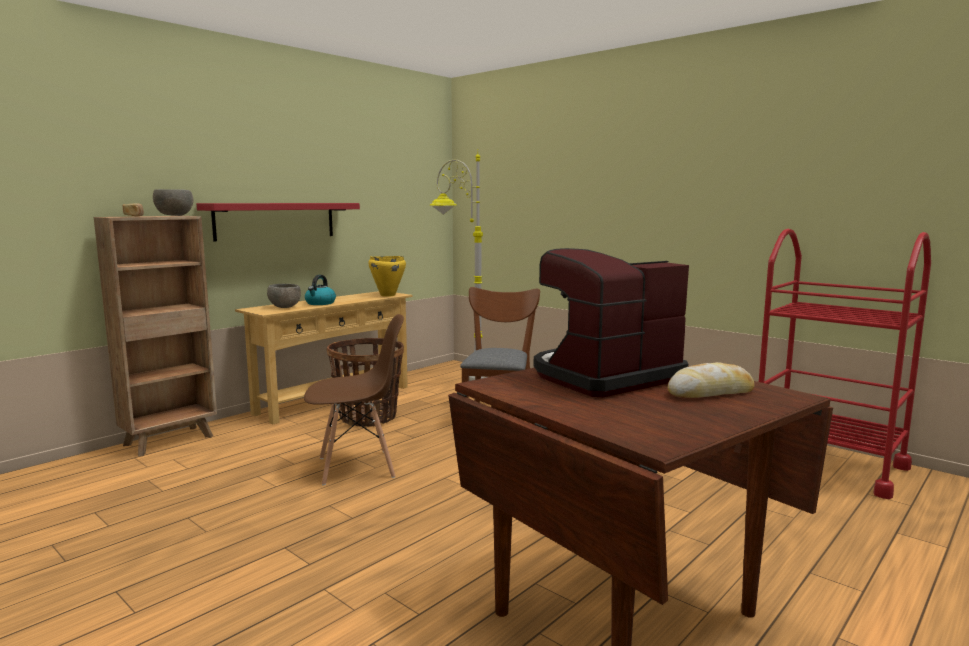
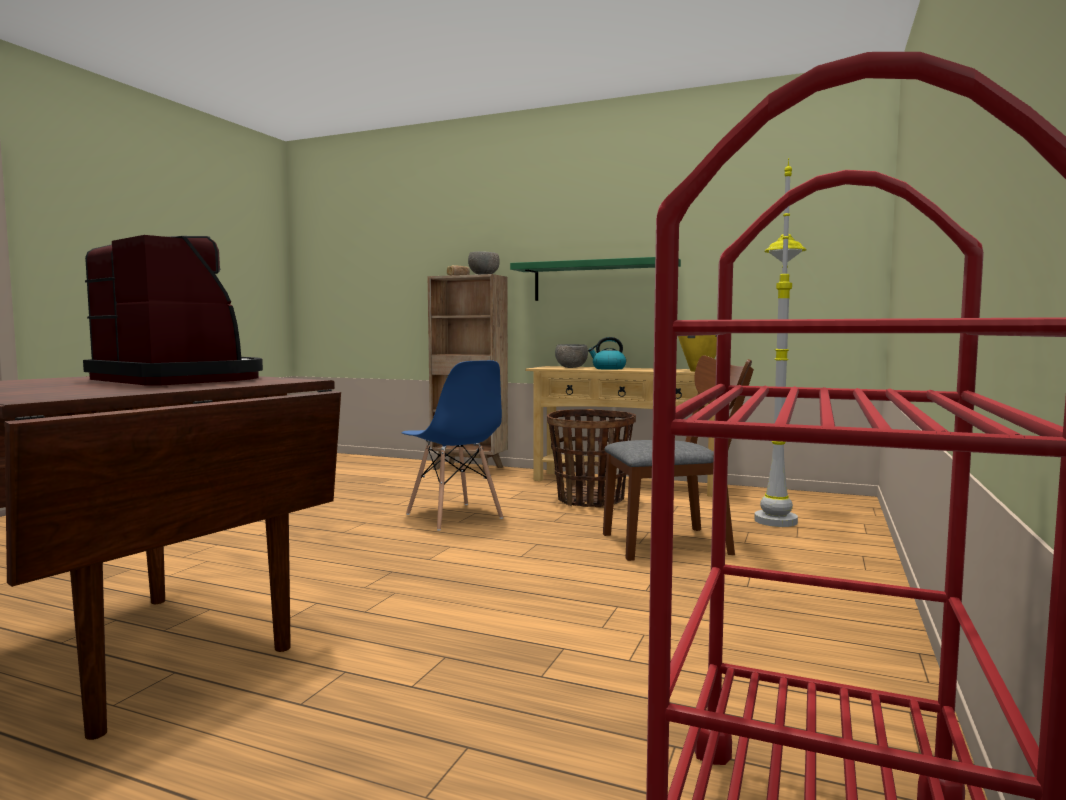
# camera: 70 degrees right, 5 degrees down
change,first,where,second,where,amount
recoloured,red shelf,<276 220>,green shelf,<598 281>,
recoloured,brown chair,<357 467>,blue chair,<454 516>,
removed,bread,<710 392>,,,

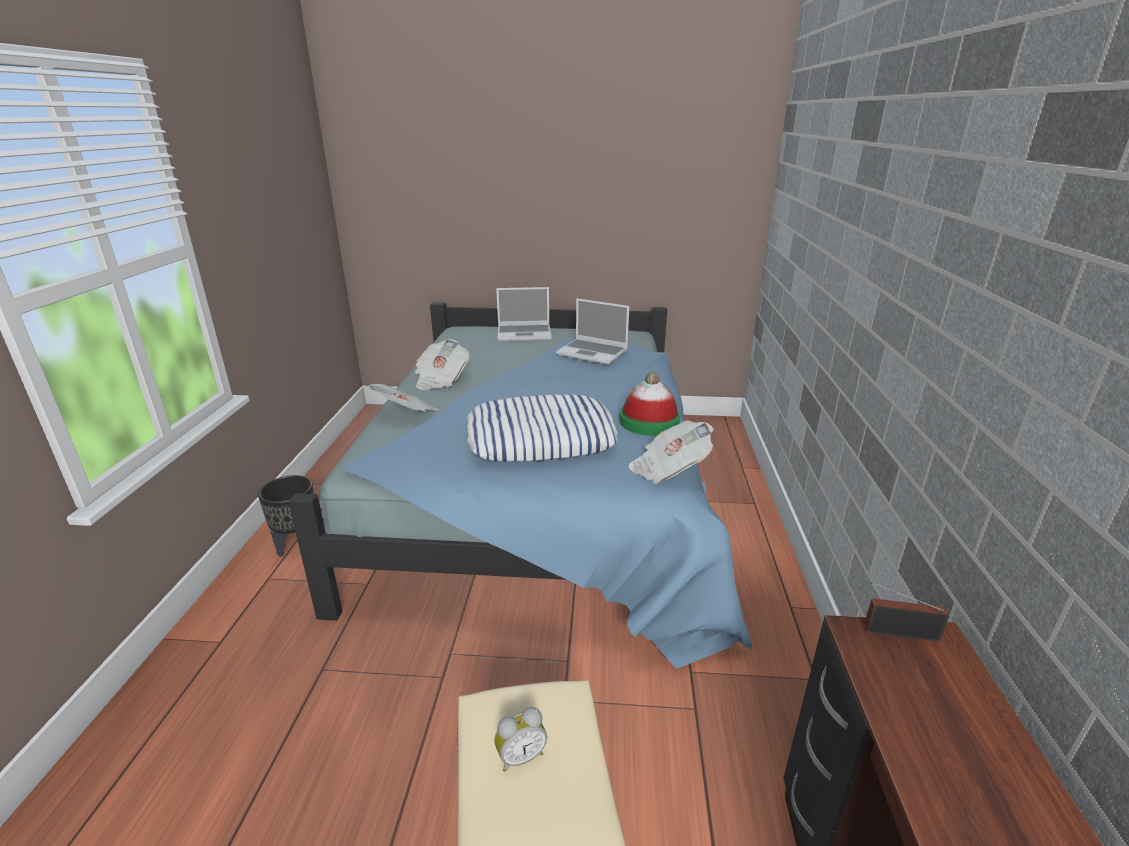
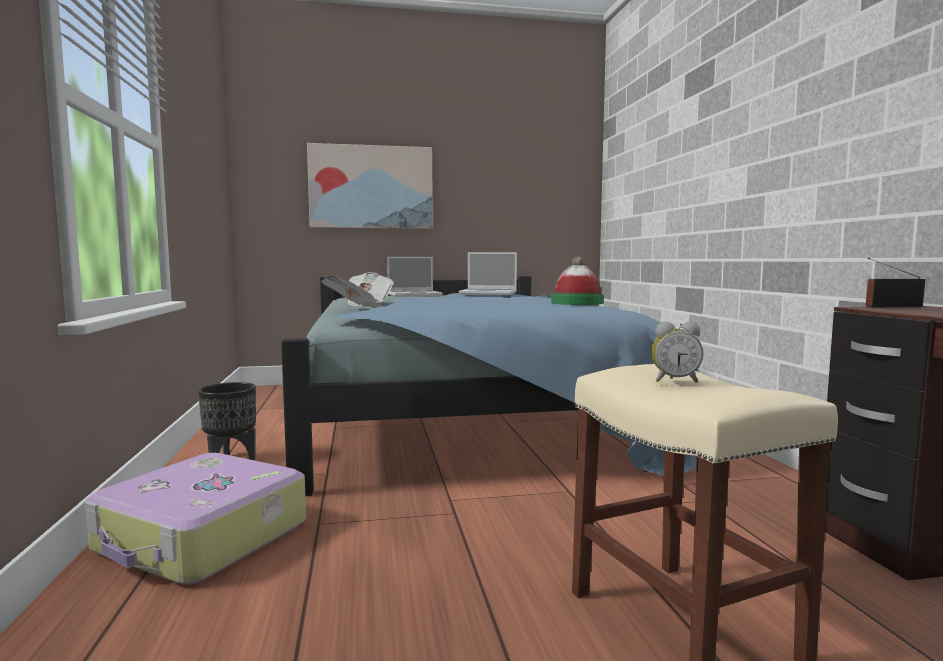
# camera: 15 degrees left, 20 degrees down
change,first,where,second,where,amount
removed,pillow,<541 438>,,,
removed,newspaper,<668 469>,,,
turned,alarm clock,<520 756>,,<674 381>,45 degrees clockwise
added,,,picture,<371 187>,
added,,,suitcase,<202 538>,

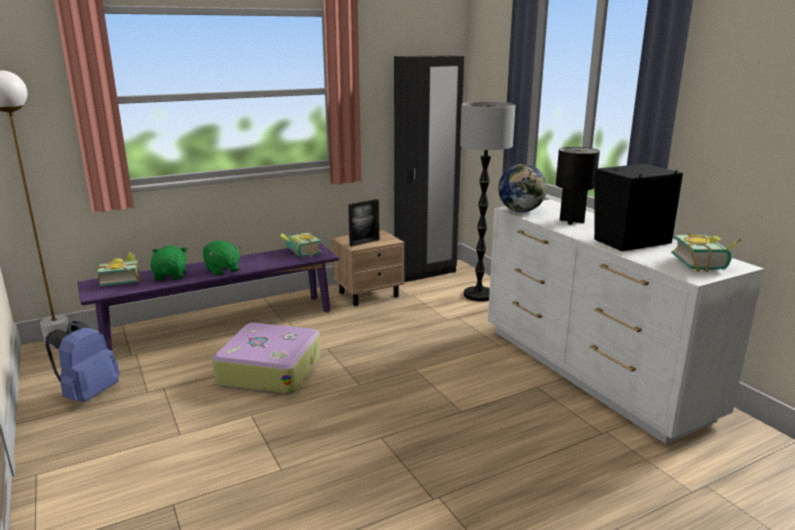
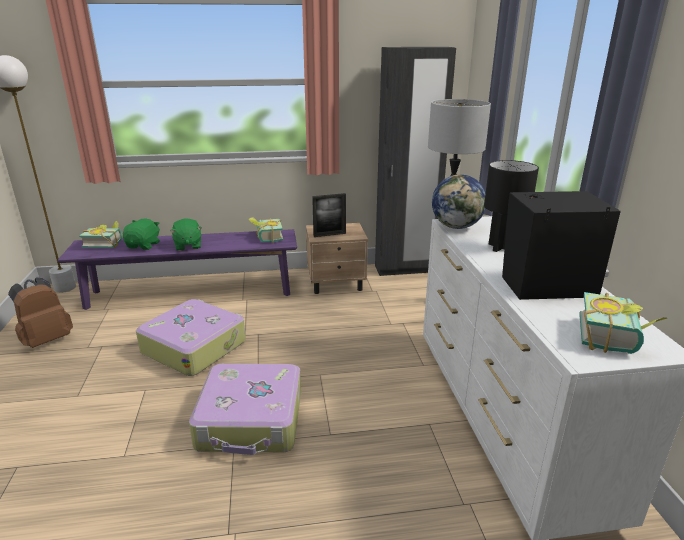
# camera: 20 degrees right, 5 degrees up
change,first,where,second,where,amount
recoloured,blue backpack,<88 394>,brown backpack,<46 340>,
added,,,suitcase,<251 420>,

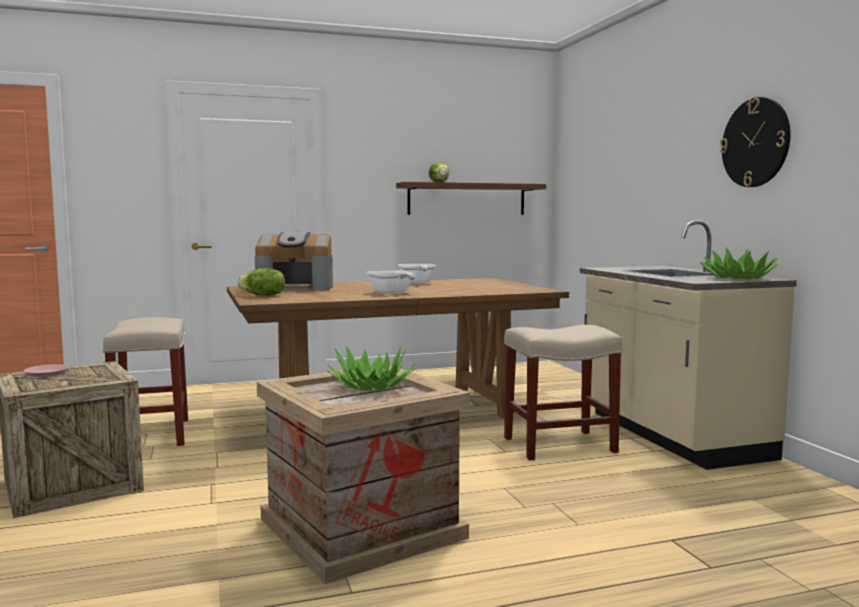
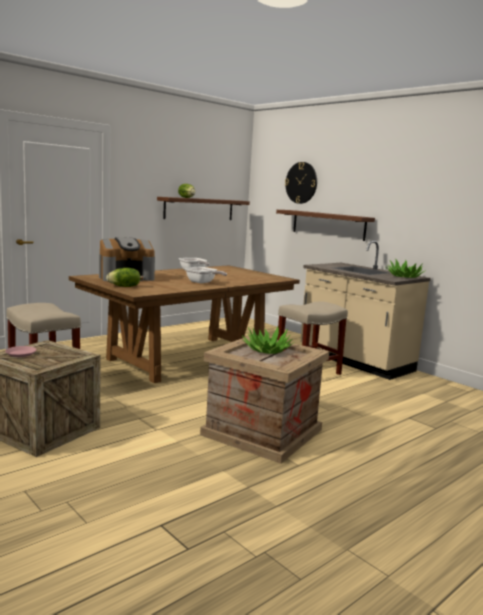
# camera: 25 degrees left, 5 degrees up
change,first,where,second,where,amount
moved,wall clock,<755 142>,,<301 182>,
added,,,brown shelf,<328 224>,

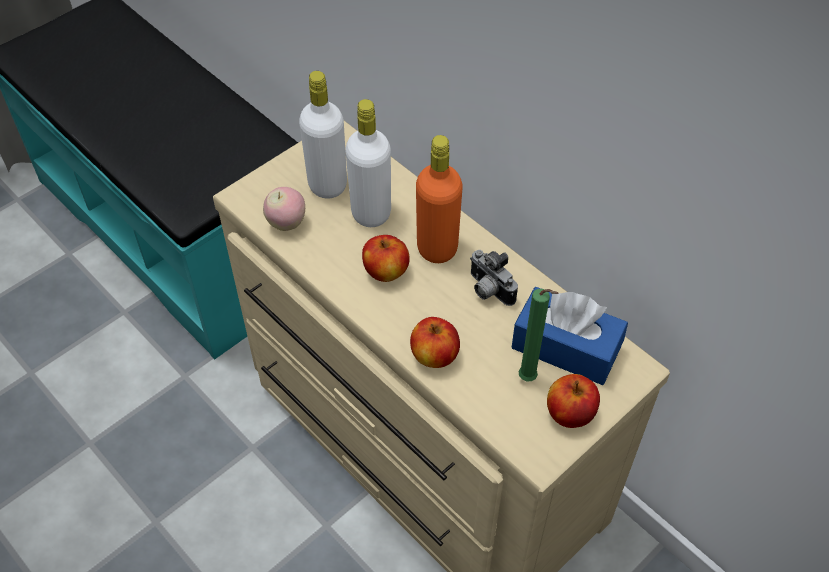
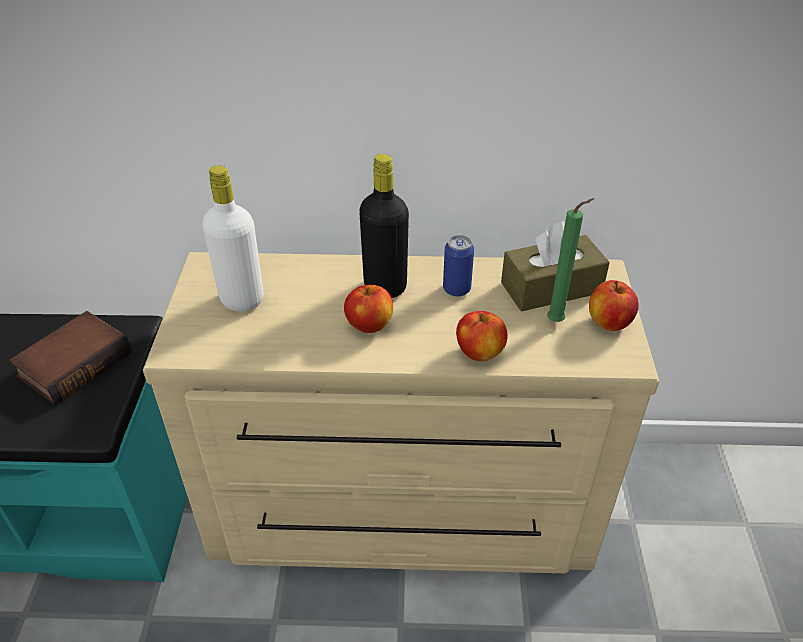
# camera: 45 degrees left, 10 degrees down
change,first,where,second,where,amount
removed,white bottle,<371 213>,,,
recoloured,orange bottle,<437 248>,black bottle,<385 287>,
removed,apple,<286 223>,,,
replaced,photo camera,<488 291>,can,<456 289>,
recoloured,blue tissue box,<566 347>,brown tissue box,<551 287>,
added,,,book,<75 362>,

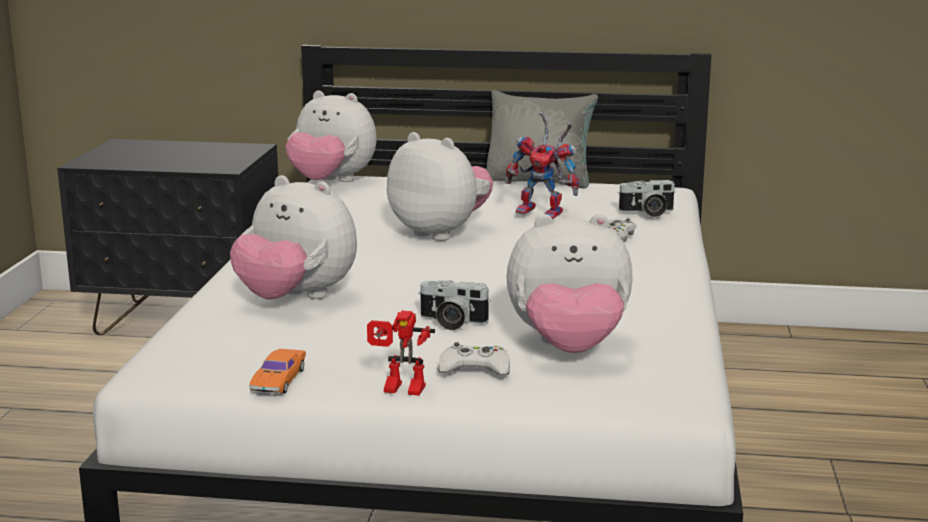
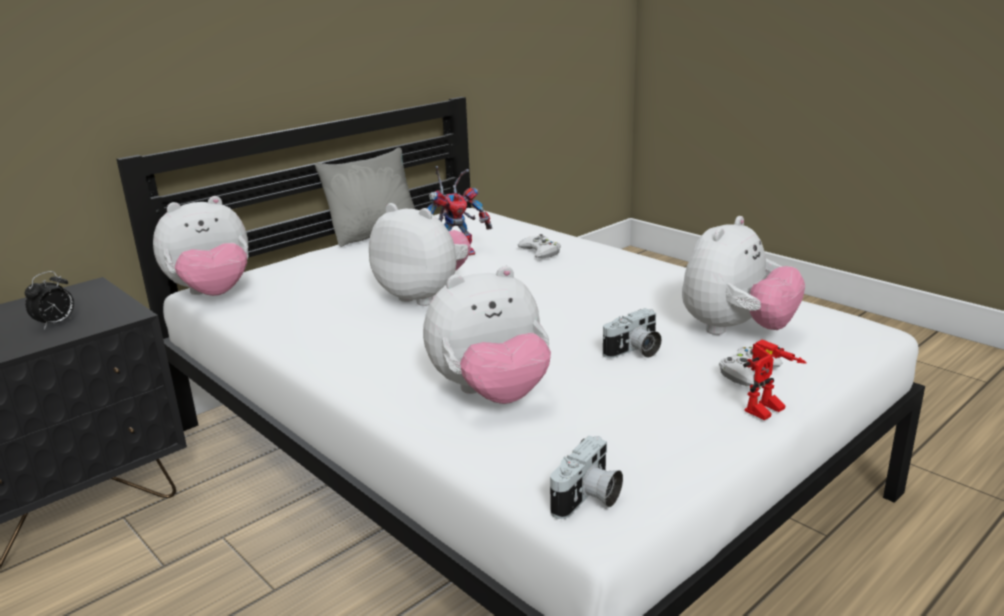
# camera: 50 degrees left, 5 degrees up
change,first,where,second,where,amount
turned,plush toy,<440 233>,,<424 296>,45 degrees clockwise
moved,photo camera,<647 212>,,<588 499>,
removed,orange toy car,<279 379>,,,
added,,,alarm clock,<56 324>,

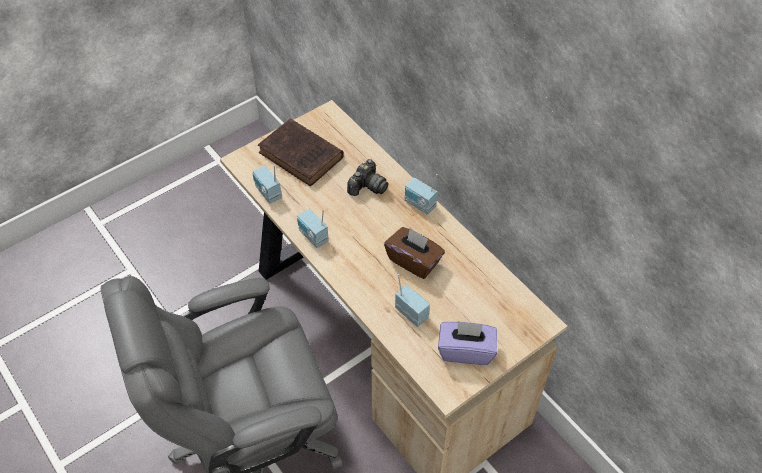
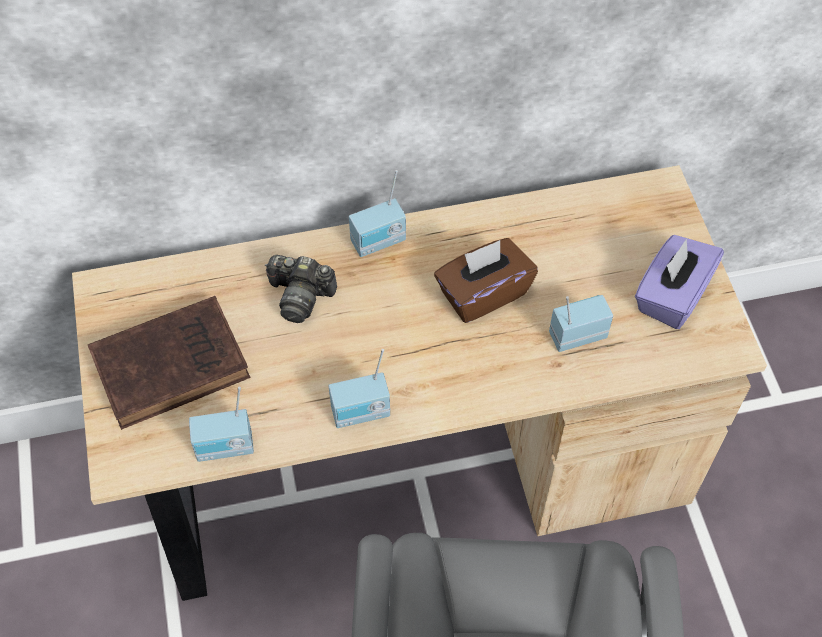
# camera: 65 degrees left, 5 degrees up
change,first,where,second,where,amount
turned,photo camera,<367 186>,,<300 296>,135 degrees clockwise

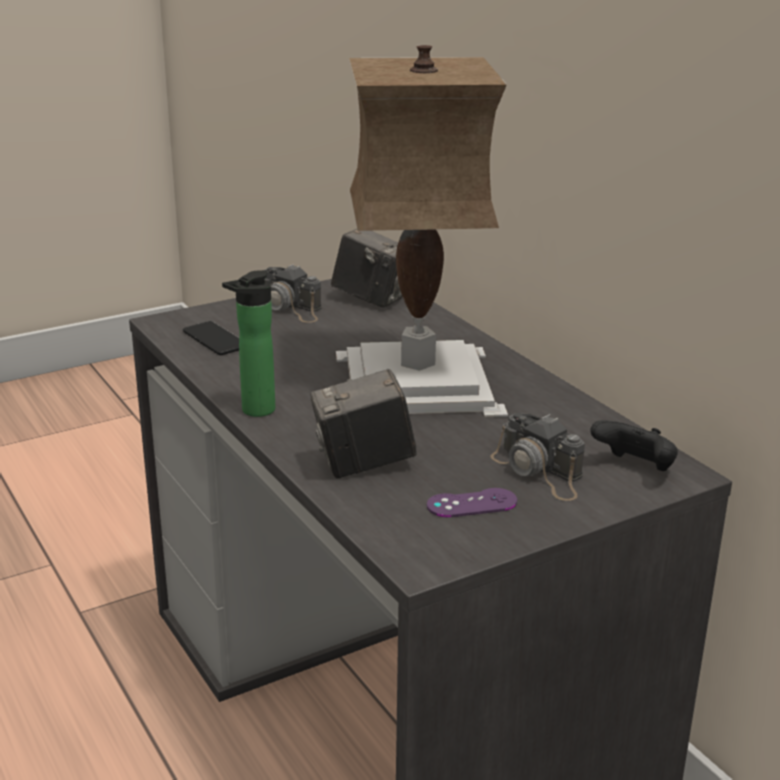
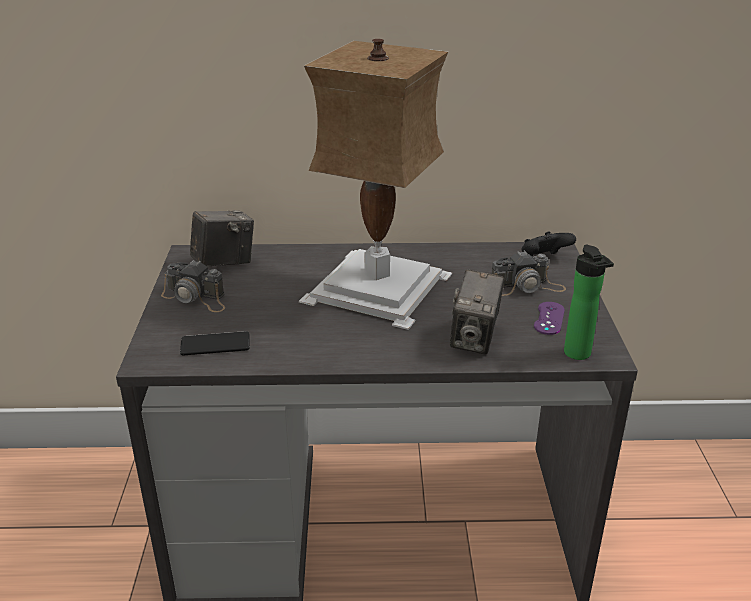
# camera: 60 degrees left, 5 degrees up
change,first,where,second,where,amount
turned,photo camera,<289 308>,,<196 298>,45 degrees clockwise
moved,bottle,<254 411>,,<579 355>,

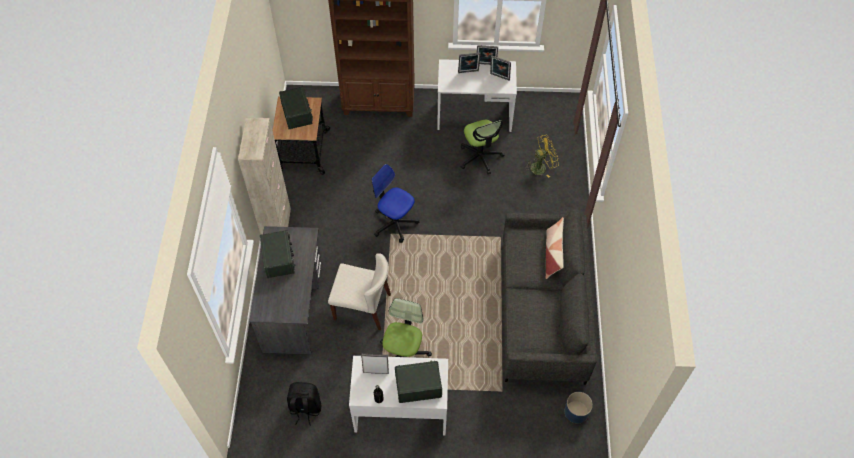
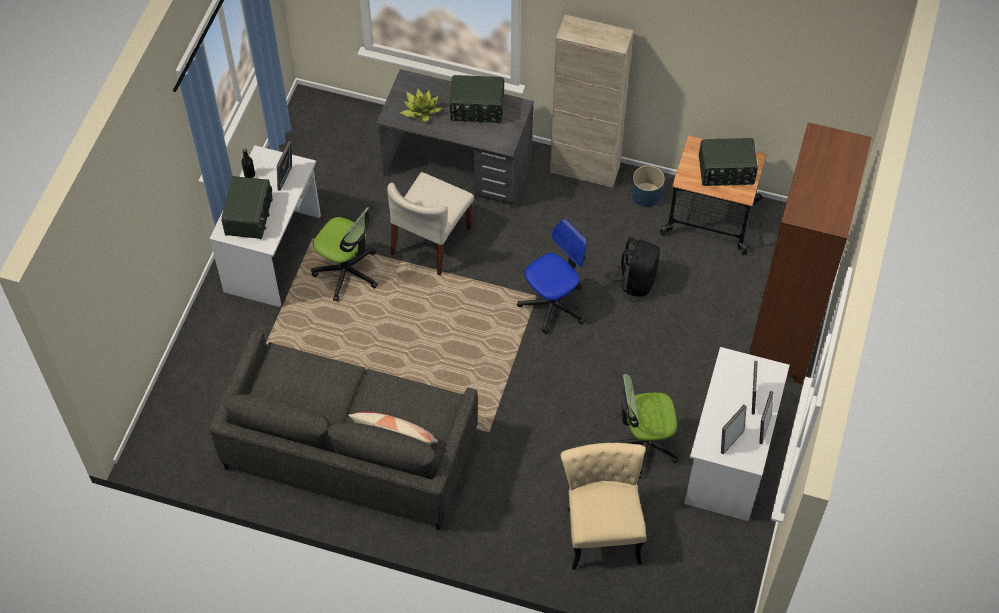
# camera: 105 degrees right, 0 degrees up
change,first,where,second,where,amount
replaced,yellow fan,<541 167>,beige chair,<602 526>,
moved,black backpack,<305 408>,,<637 280>,
moved,blue planter,<576 412>,,<646 195>,
added,,,potted plant,<420 111>,

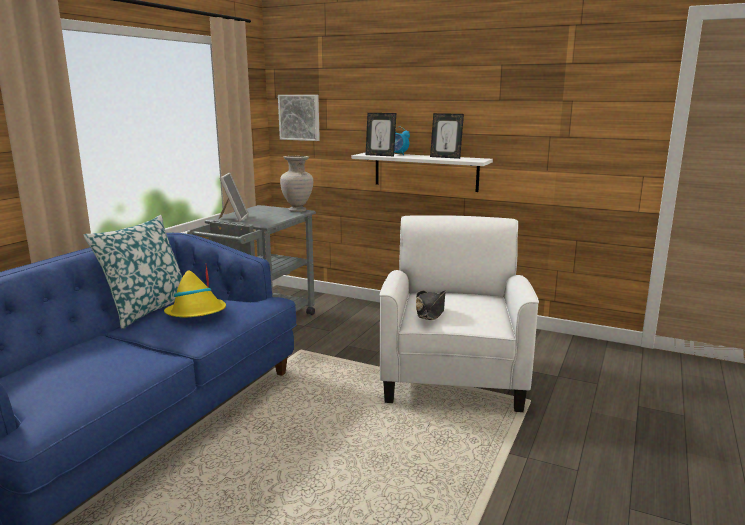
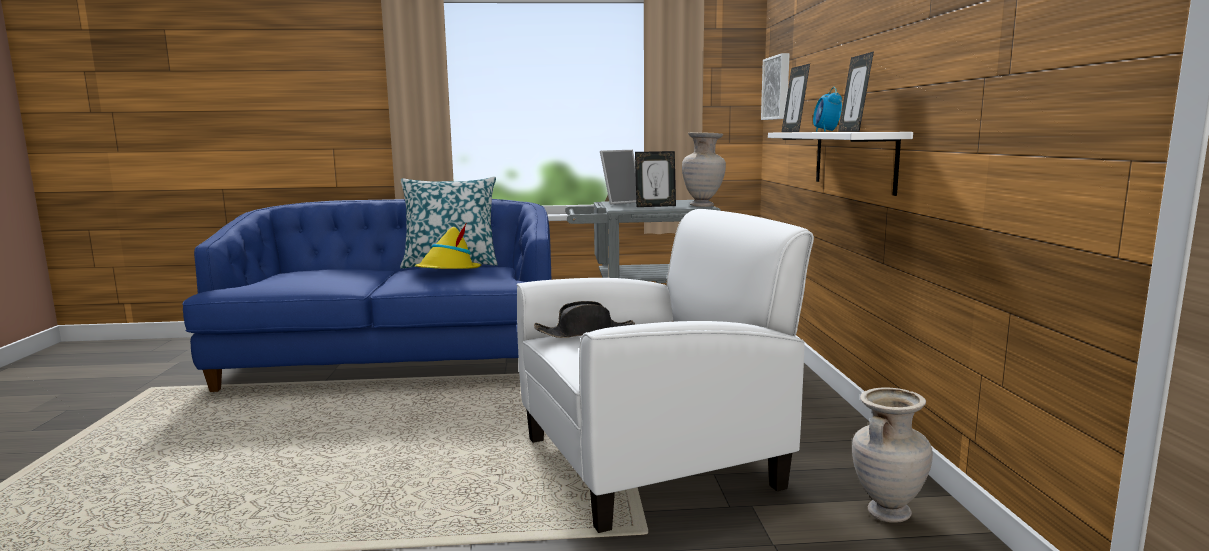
# camera: 60 degrees right, 5 degrees down
change,first,where,second,where,amount
added,,,picture frame,<655 206>,
added,,,beige vase,<886 513>,

